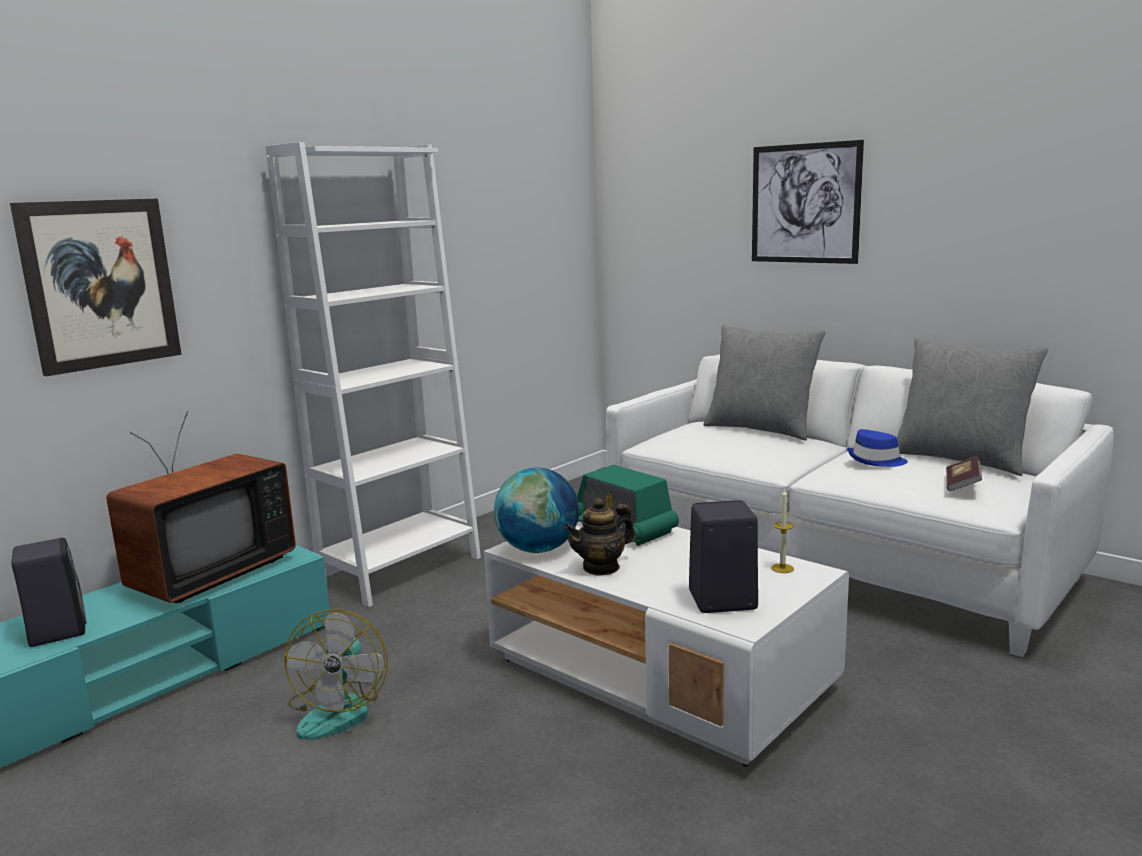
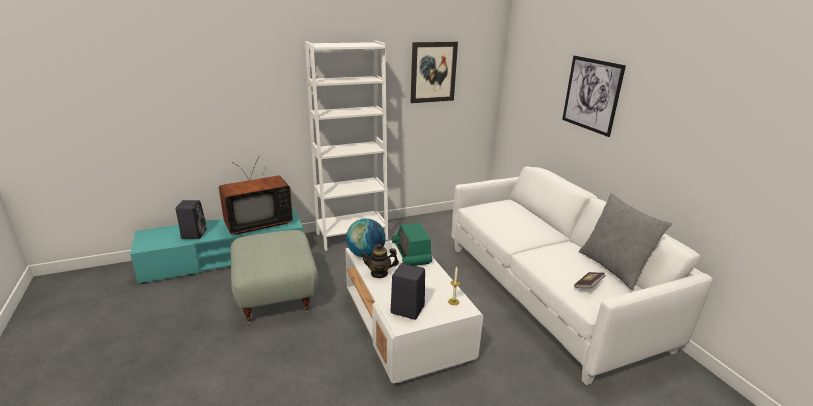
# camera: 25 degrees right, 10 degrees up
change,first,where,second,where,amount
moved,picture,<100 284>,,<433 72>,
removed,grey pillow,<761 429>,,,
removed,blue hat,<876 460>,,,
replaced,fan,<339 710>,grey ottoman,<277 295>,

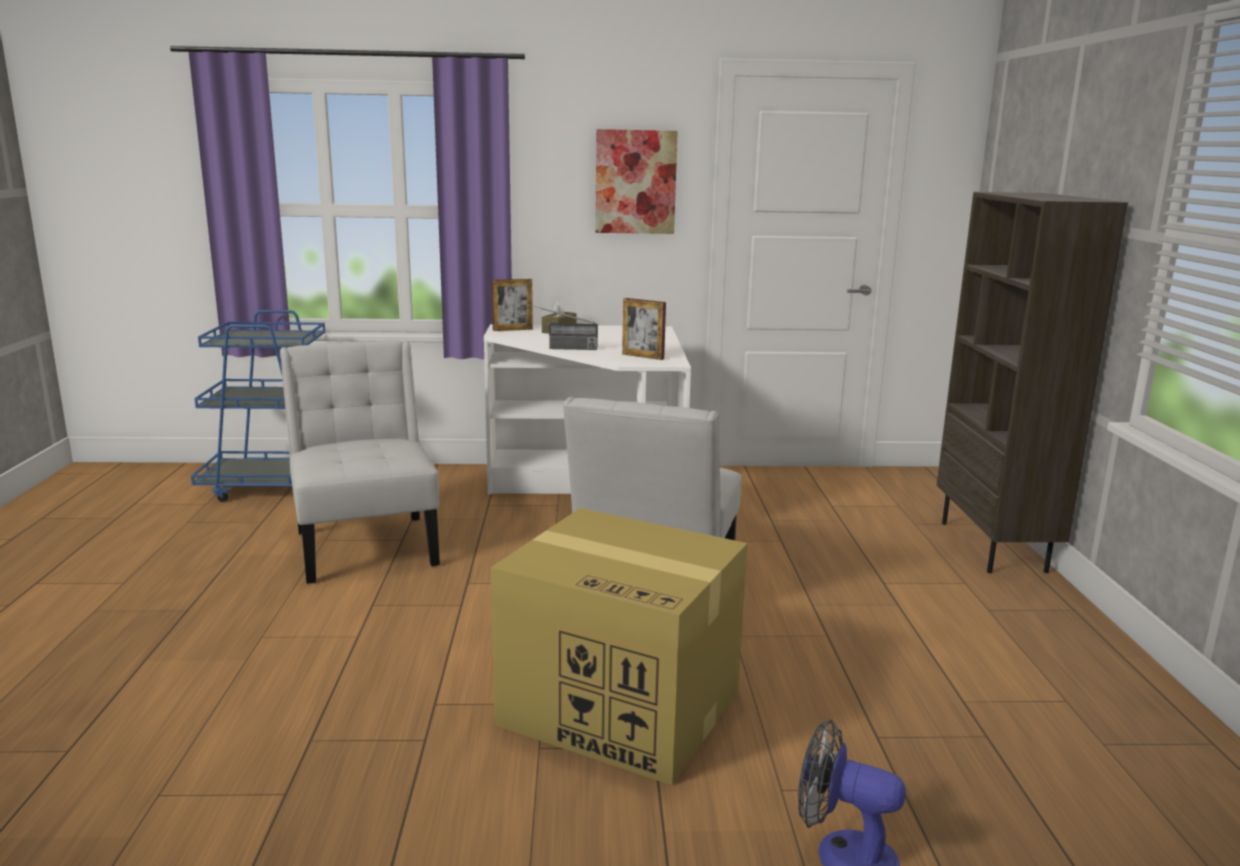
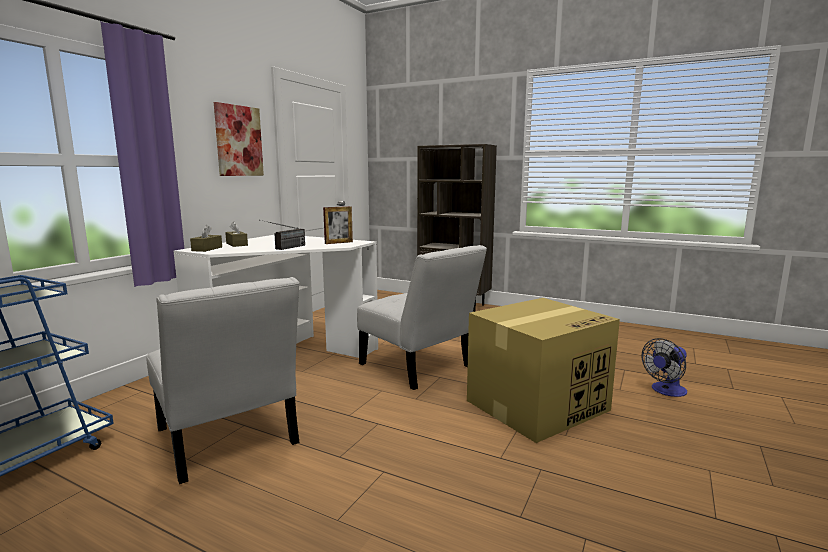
# camera: 60 degrees left, 5 degrees down
change,first,where,second,where,amount
replaced,picture frame,<512 329>,brown tissue box,<207 249>,
turned,white chair,<366 544>,,<228 441>,135 degrees counterclockwise

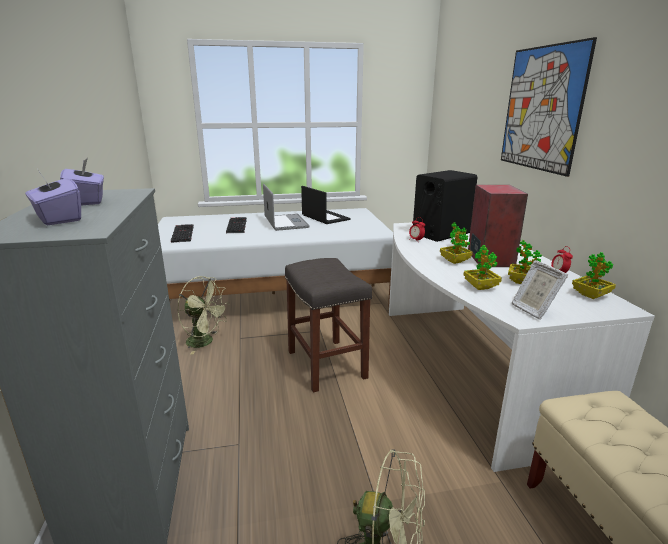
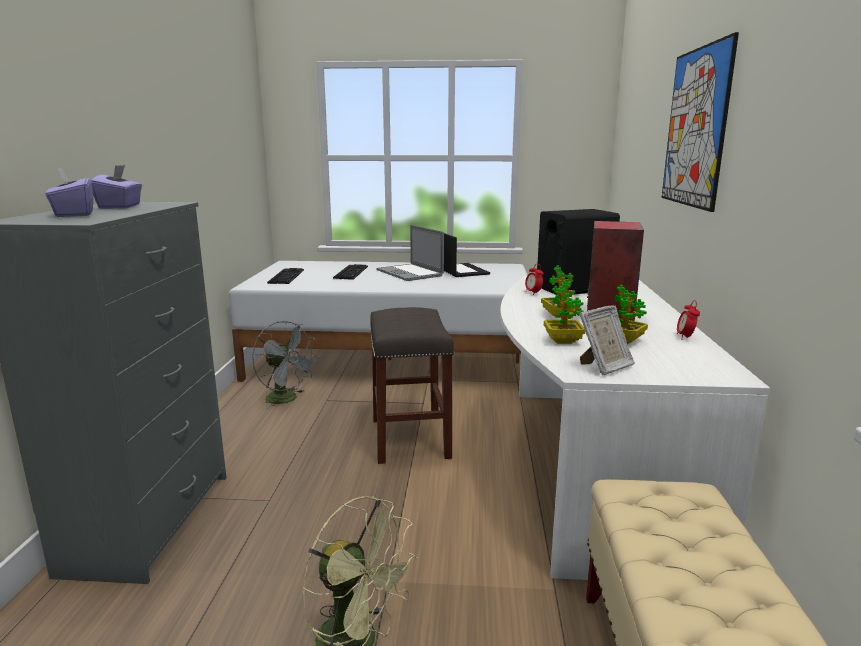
# camera: 15 degrees right, 5 degrees down
change,first,where,second,where,amount
turned,laptop,<286 222>,,<409 273>,150 degrees clockwise
removed,potted plant,<590 295>,,,
turned,picture frame,<533 310>,,<604 367>,120 degrees counterclockwise
recoloured,green fan,<205 342>,grey fan,<287 400>,

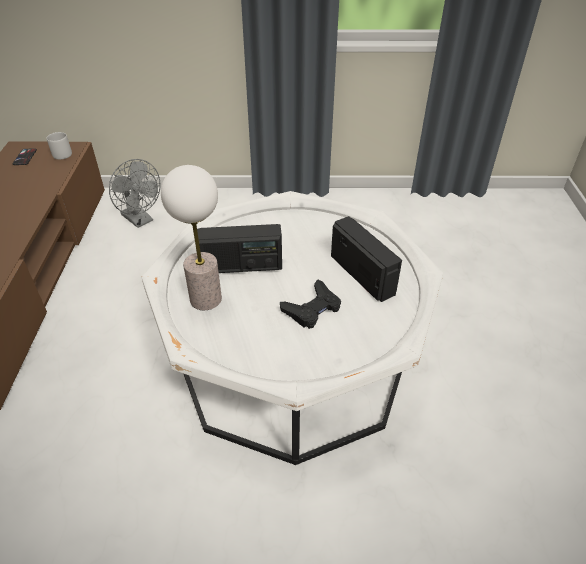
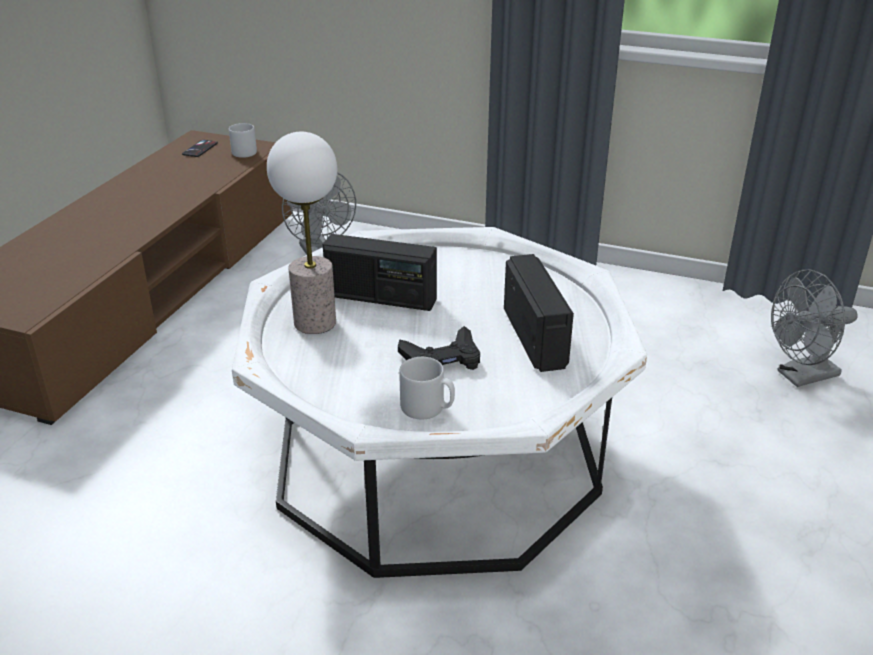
# camera: 20 degrees right, 10 degrees down
change,first,where,second,where,amount
added,,,grey fan,<801 376>,
added,,,grey mug,<427 408>,

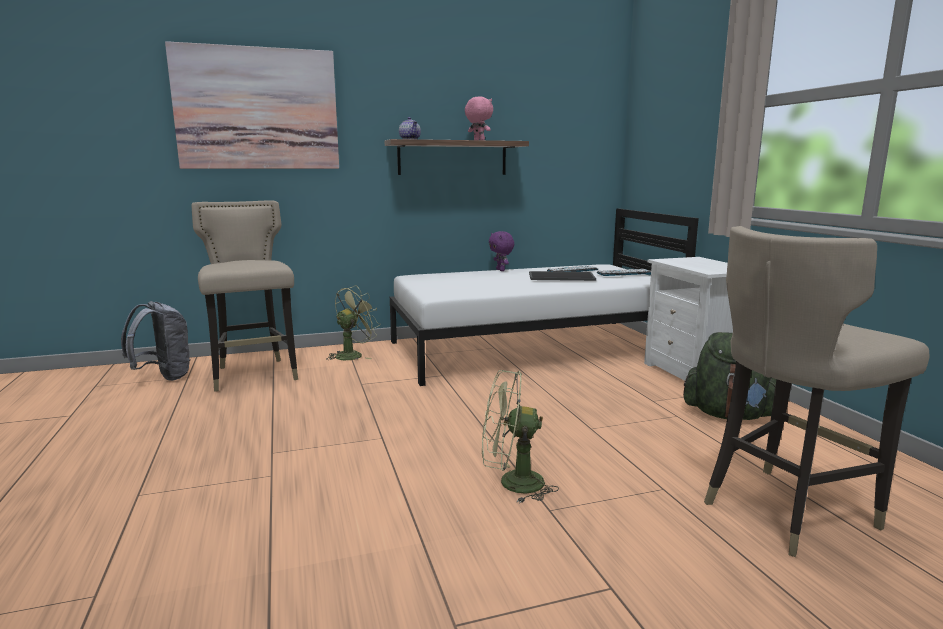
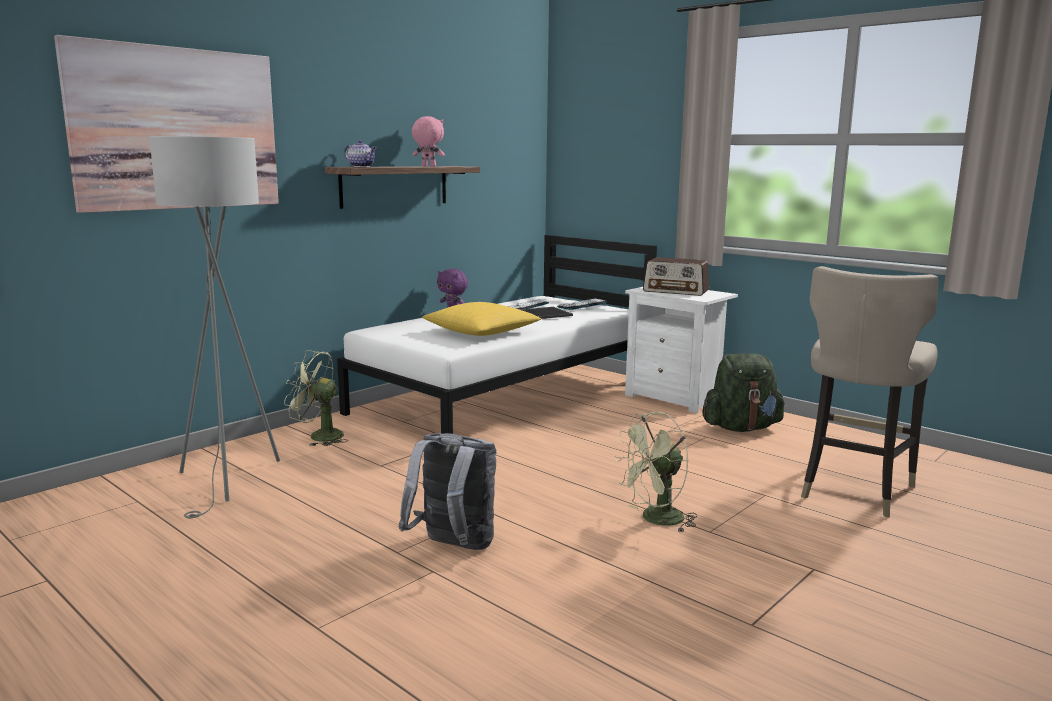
# camera: 30 degrees left, 0 degrees up
change,first,where,second,where,amount
replaced,beige stool,<254 375>,grey floor lamp,<230 481>,
turned,green fan,<353 355>,,<319 436>,90 degrees counterclockwise
moved,grey backpack,<163 377>,,<453 548>,
added,,,radio,<676 291>,
added,,,yellow pillow,<482 332>,

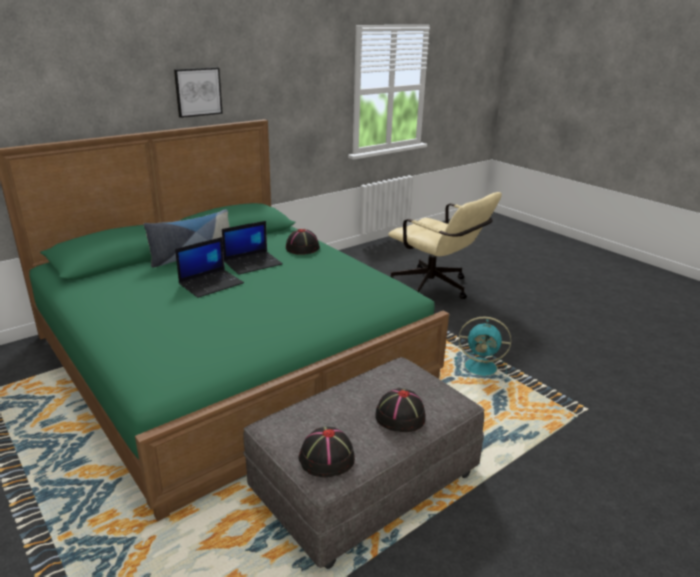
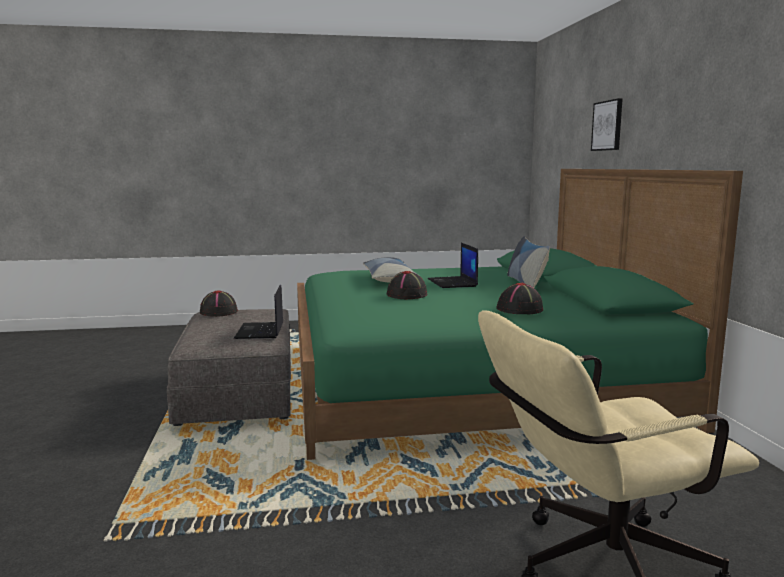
# camera: 120 degrees right, 15 degrees down
change,first,where,second,where,amount
moved,picture,<198 92>,,<607 125>,
moved,laptop,<253 263>,,<260 331>,
removed,turquoise fan,<482 367>,,,
moved,black hat,<399 416>,,<407 295>,
added,,,pillow,<389 279>,

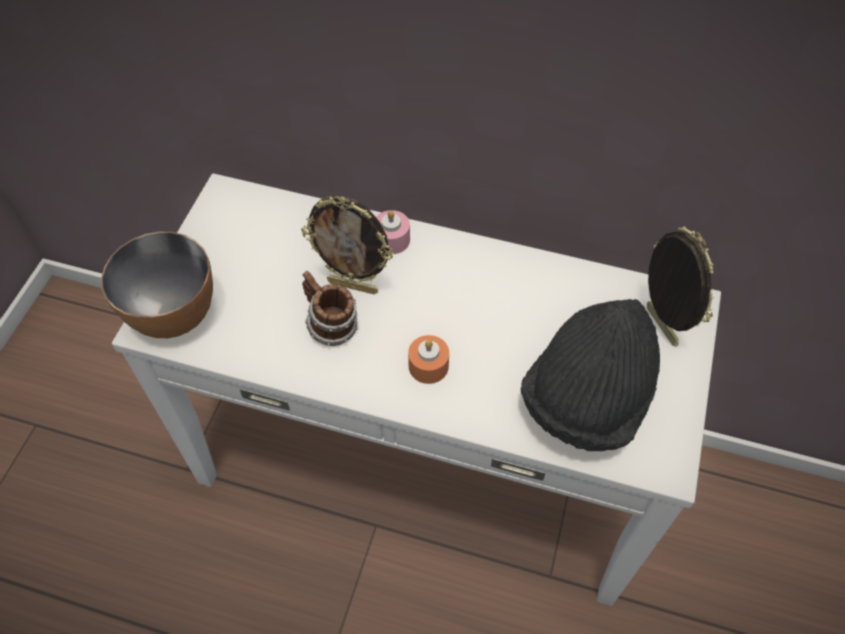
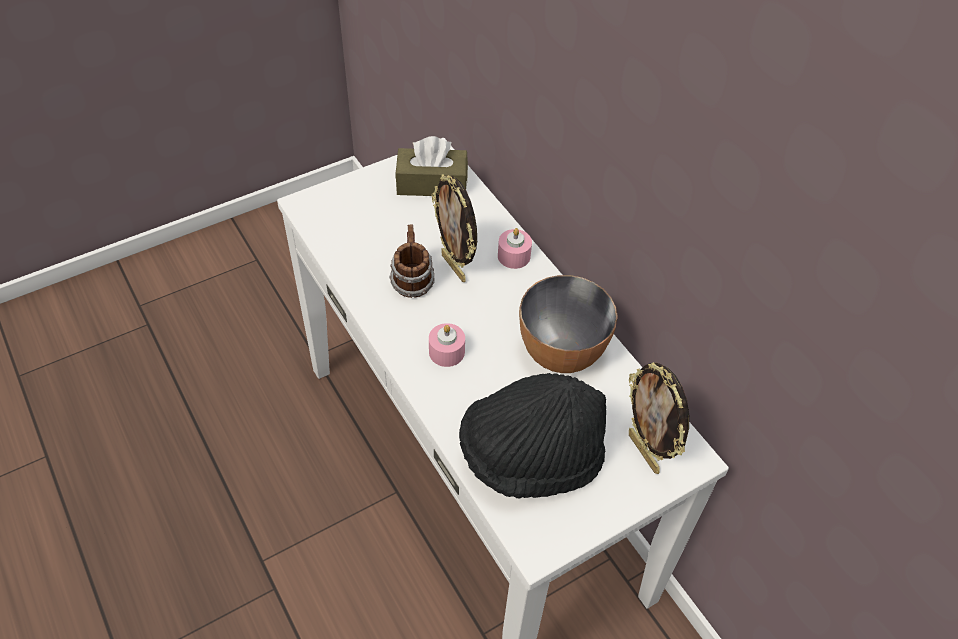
# camera: 40 degrees right, 5 degrees down
change,first,where,second,where,amount
turned,picture frame,<658 326>,,<645 452>,135 degrees clockwise
moved,bowl,<175 314>,,<562 353>,
recoloured,orange candle,<428 366>,pink candle,<446 352>,
added,,,brown tissue box,<432 183>,

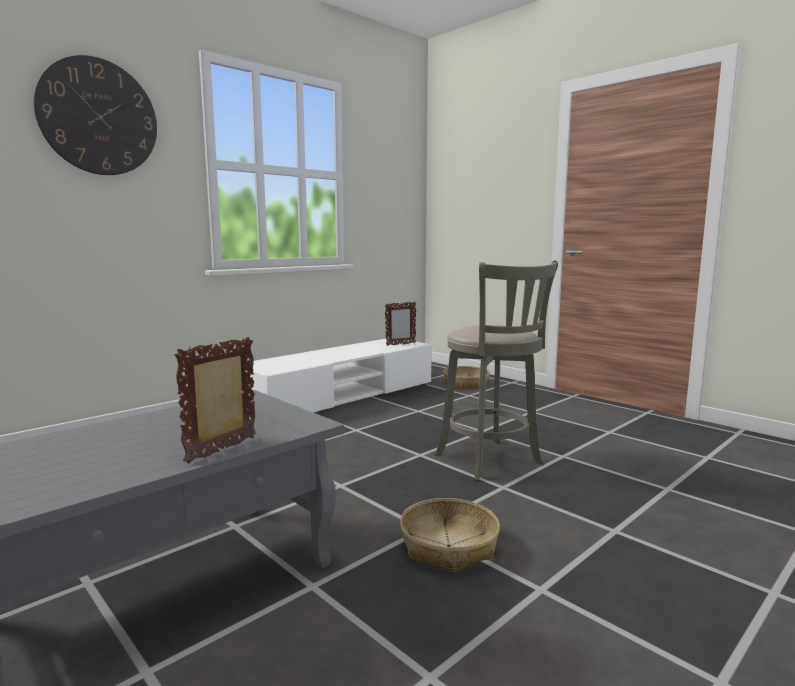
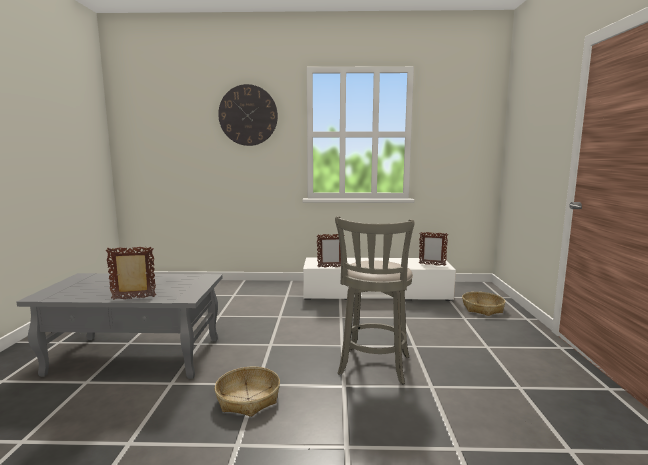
# camera: 45 degrees right, 0 degrees up
change,first,where,second,where,amount
added,,,picture frame,<330 267>,

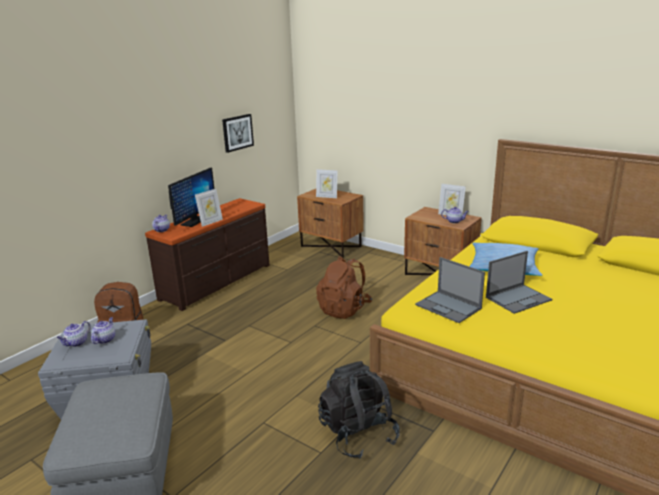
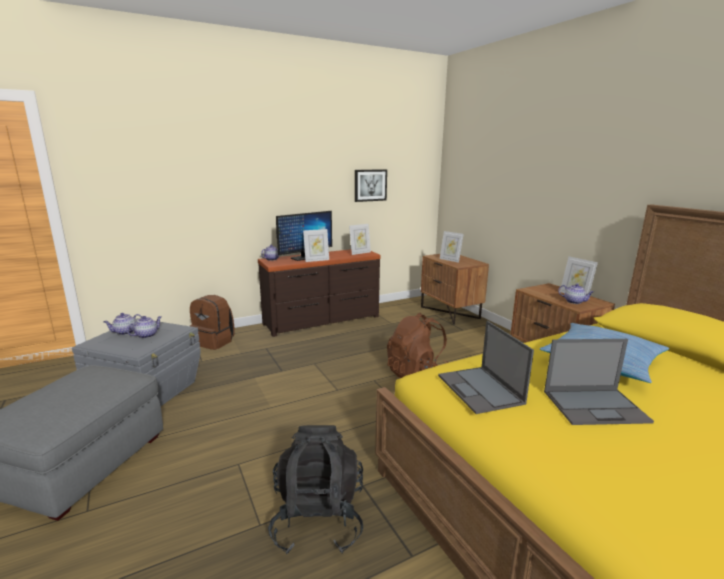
# camera: 25 degrees right, 5 degrees down
change,first,where,second,where,amount
added,,,picture frame,<360 253>,

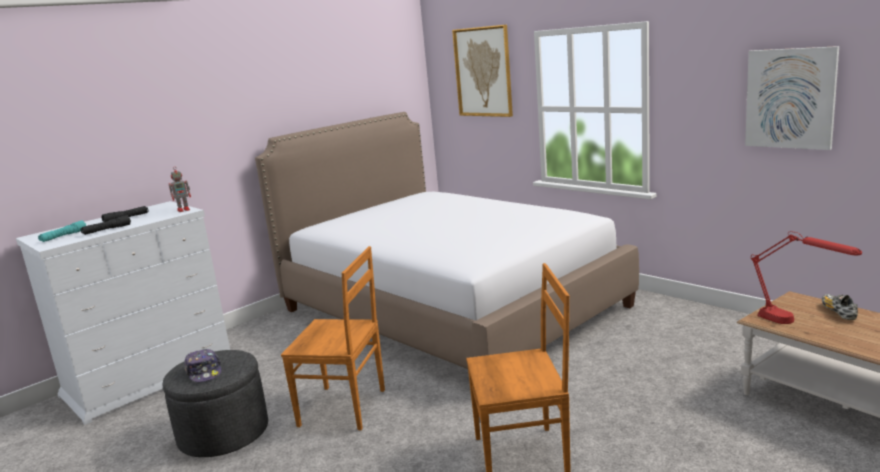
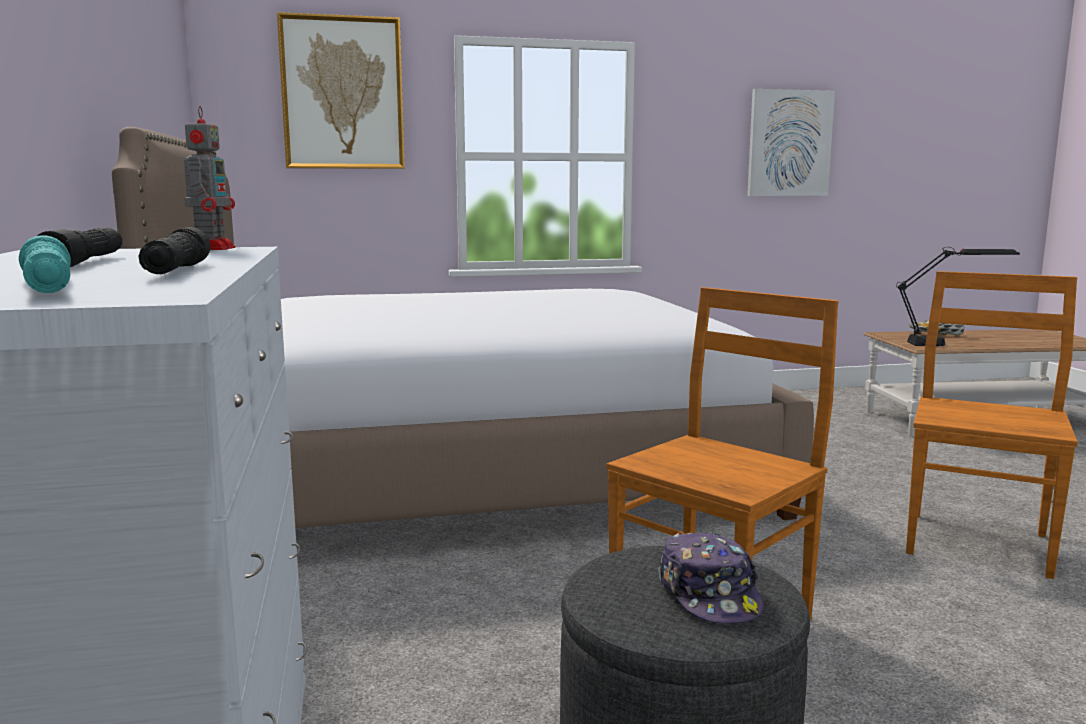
# camera: 60 degrees left, 5 degrees down
change,first,where,second,where,amount
recoloured,red table lamp,<797 324>,black table lamp,<949 344>,
turned,cap,<204 372>,,<709 595>,75 degrees clockwise

